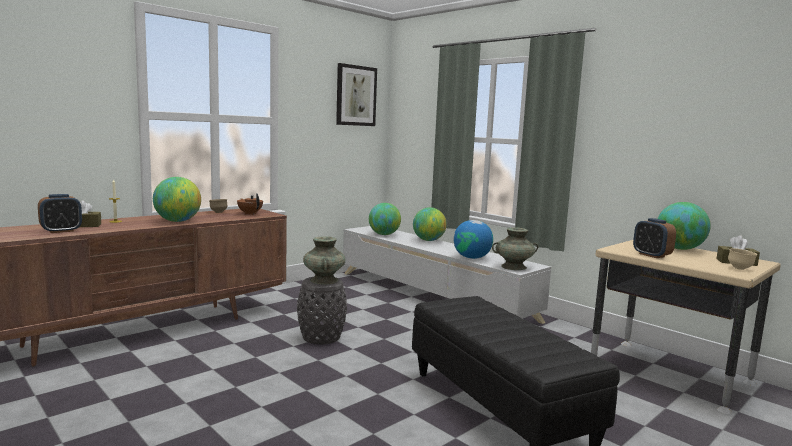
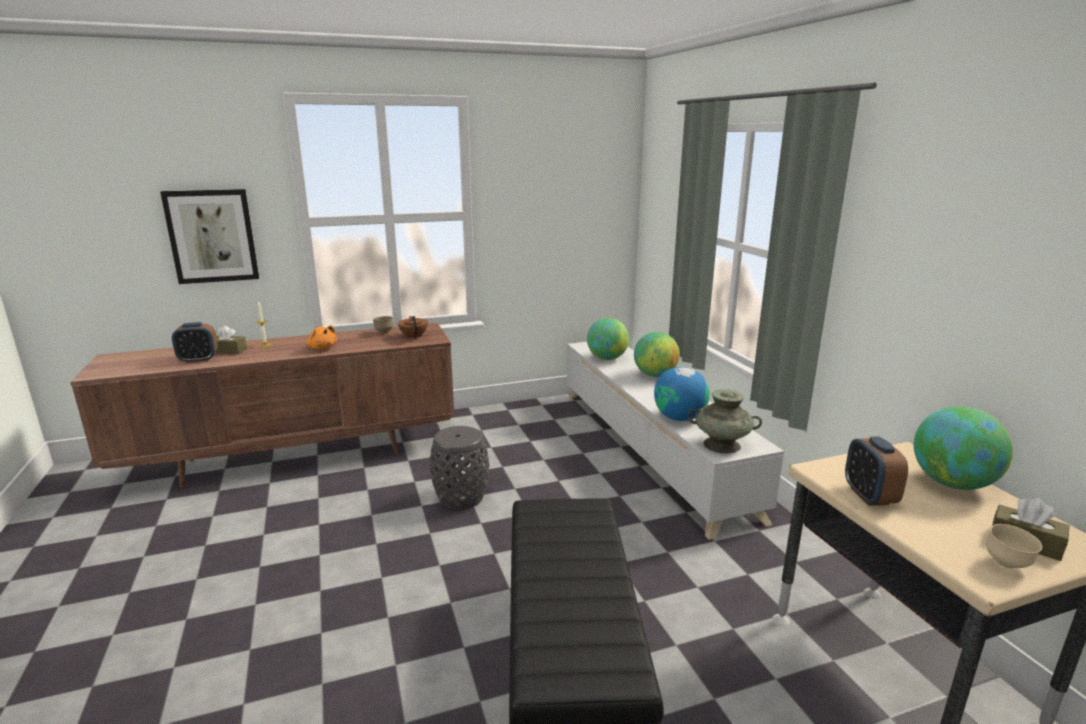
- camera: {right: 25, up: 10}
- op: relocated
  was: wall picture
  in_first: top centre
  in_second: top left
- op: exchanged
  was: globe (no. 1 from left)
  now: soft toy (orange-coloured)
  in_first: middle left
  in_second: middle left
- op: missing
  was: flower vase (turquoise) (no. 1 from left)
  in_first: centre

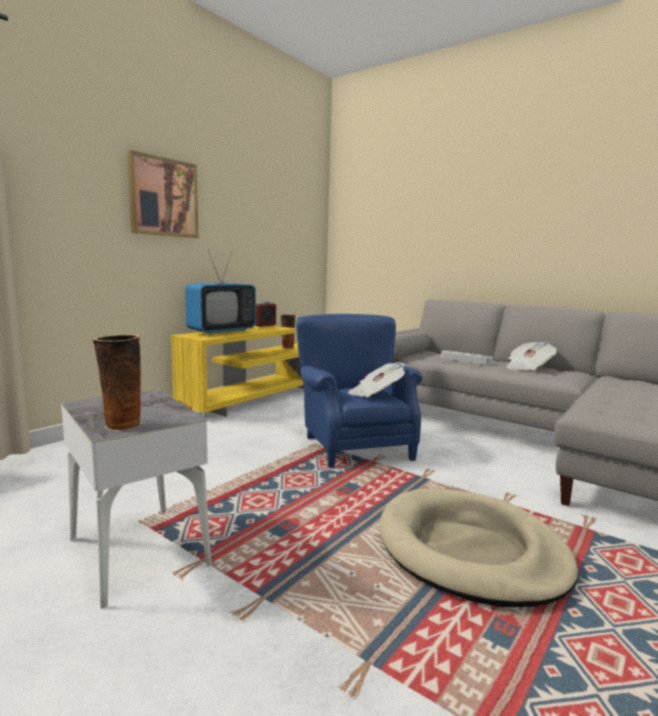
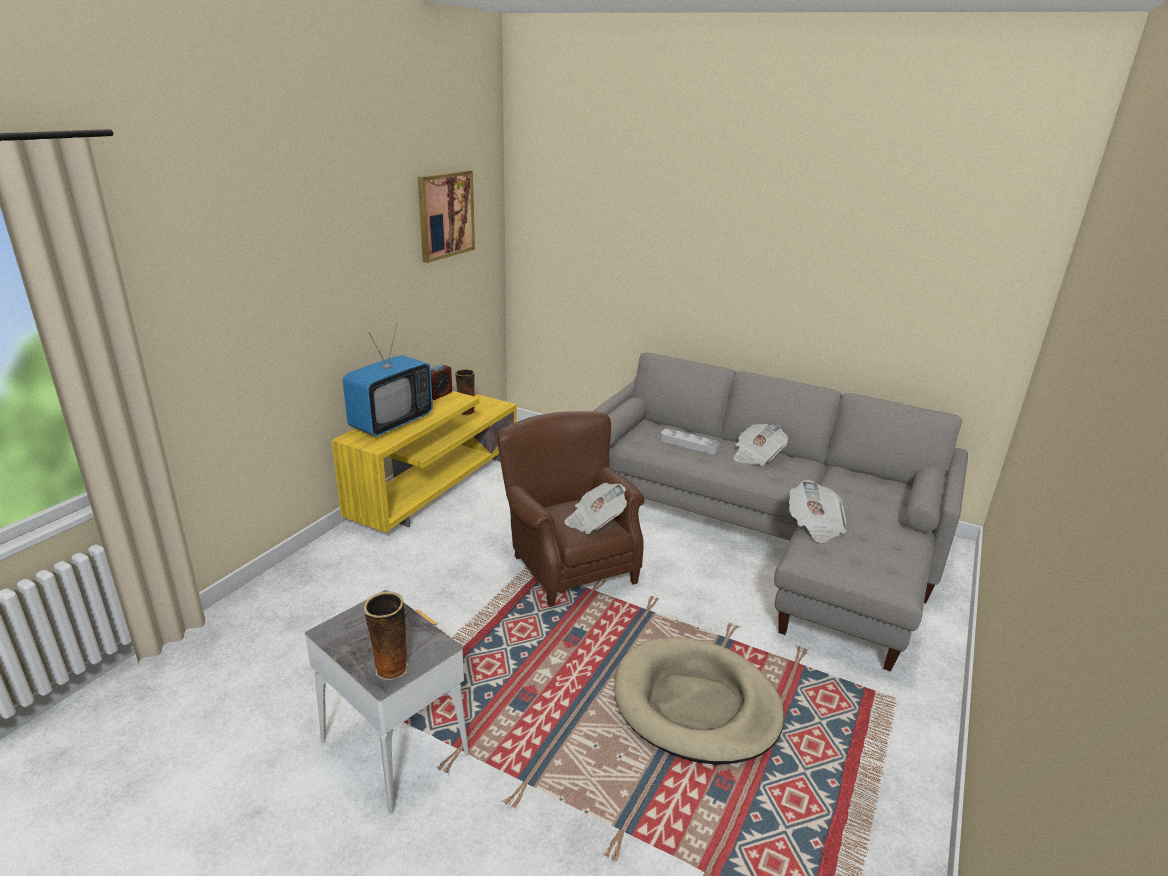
- camera: {right: -10, up: 15}
- op: relocated
  was: wall picture
  in_first: top left
  in_second: top centre
- op: colour
  was: lounge chair (blue)
  now: lounge chair (brown-coloured)
  in_first: centre
  in_second: centre
- op: appeared
  now: printed paper (no. 3 from left)
  in_second: middle right

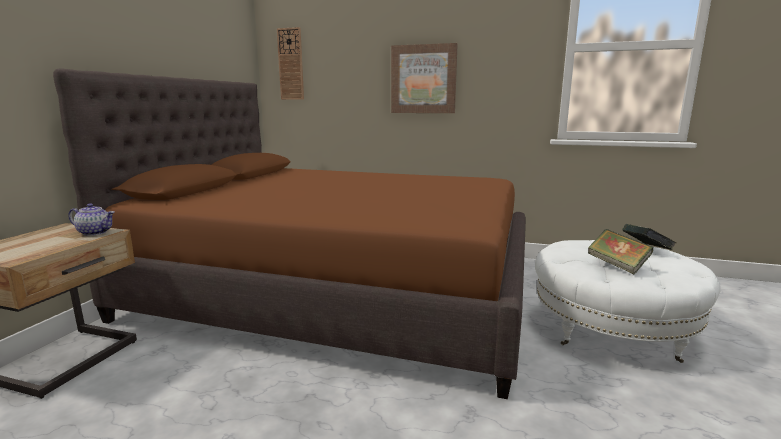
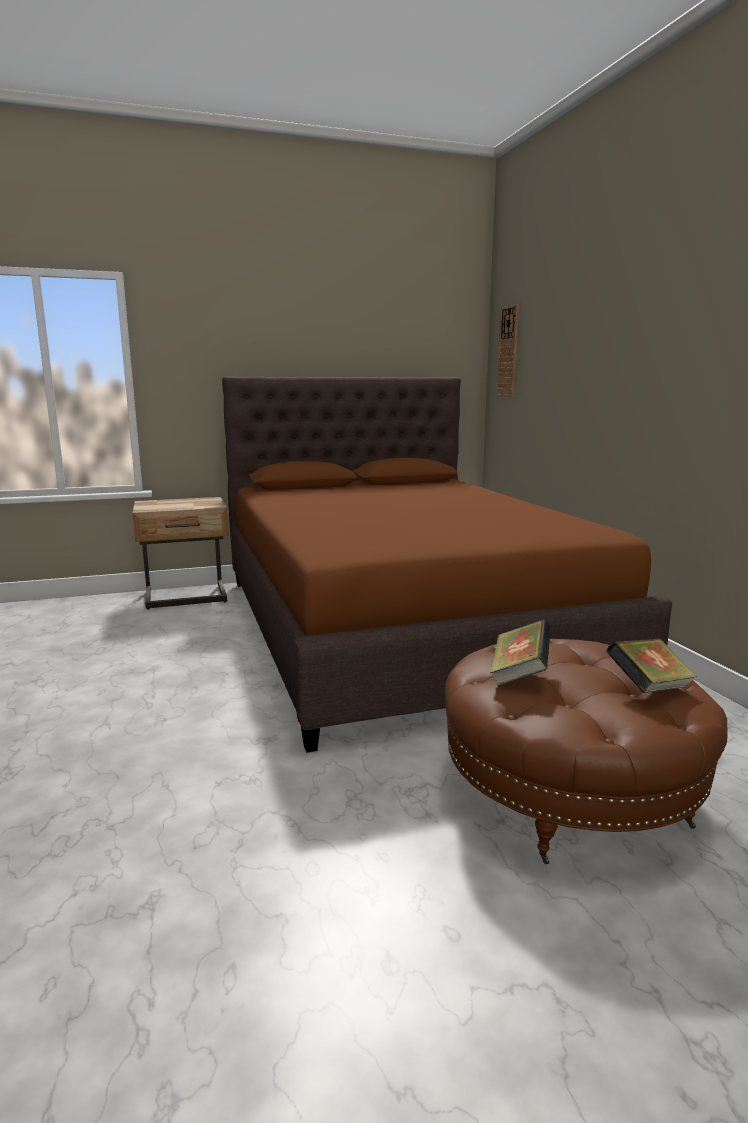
- camera: {right: 55, up: 0}
- op: colour
  was: footrest (whitish)
  now: footrest (brown-coloured)
  in_first: bottom right
  in_second: bottom right
- op: missing
  was: tea pot
  in_first: middle left
- op: missing
  was: wall picture
  in_first: top centre

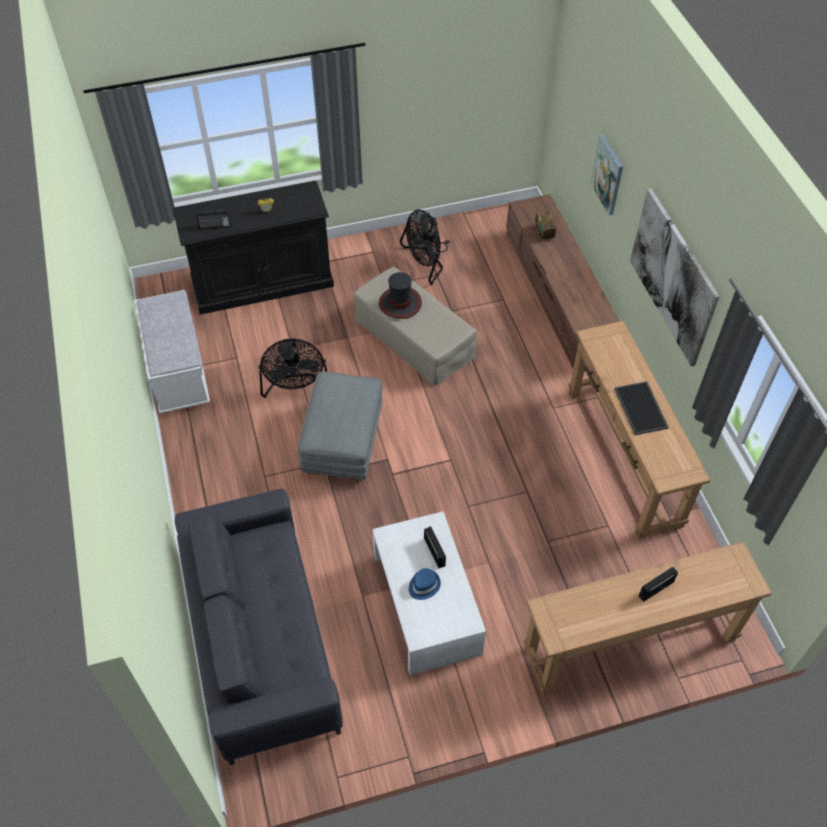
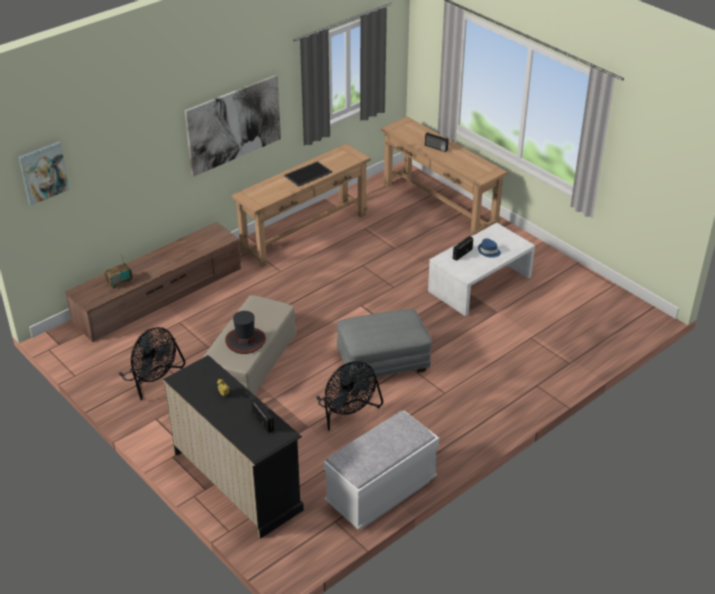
- camera: {right: -115, up: -15}
- op: relocated
  was: wall picture (no. 1 from left)
  in_first: top right
  in_second: top left
- op: spun
  was: fan (blackish) (no. 1 from left in the first image)
  in_first: centre
  in_second: bottom centre
  clockwise: 90
- op: missing
  was: couch (gray)
  in_first: bottom left

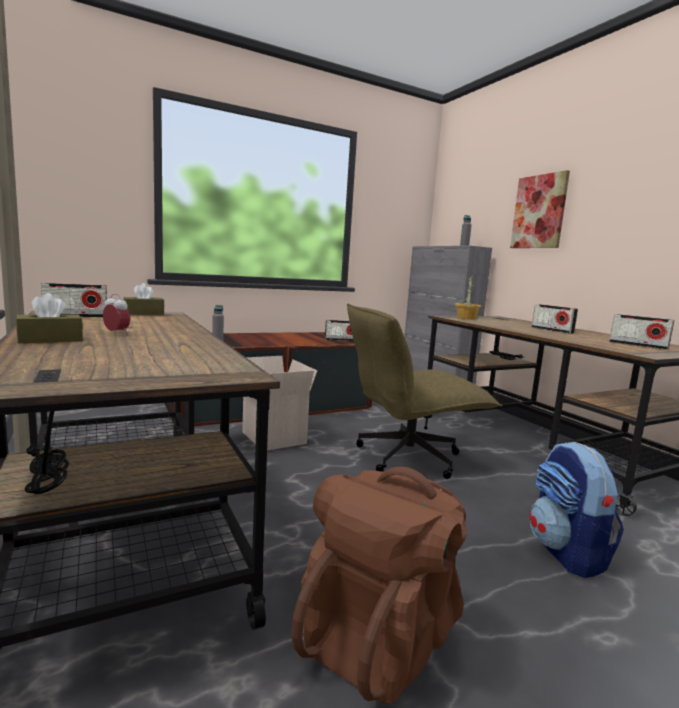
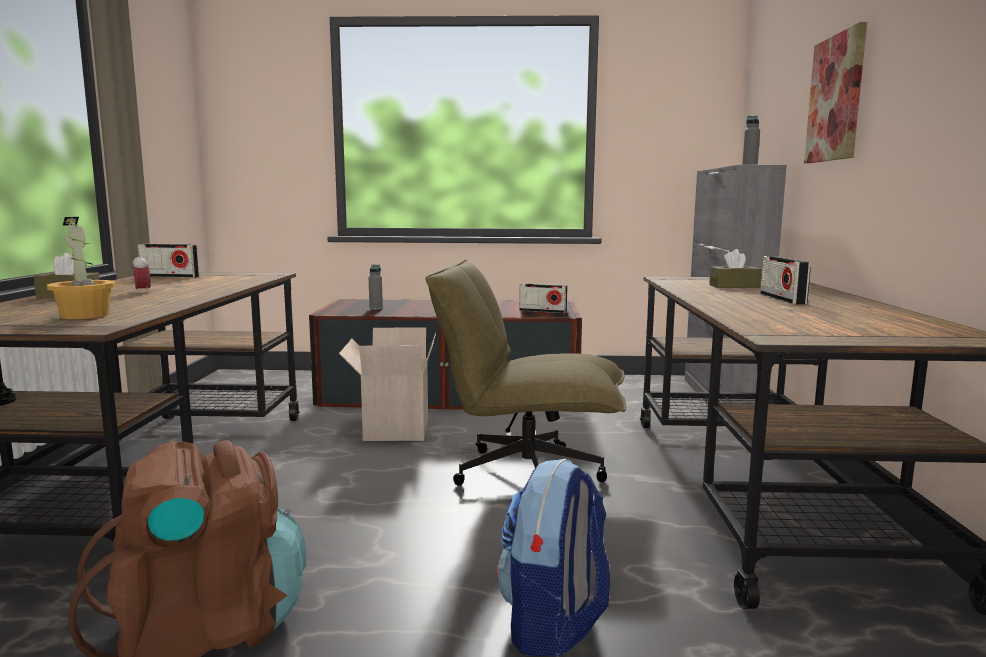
- camera: {right: 30, up: 0}
- op: relocated
  was: houseplant
  in_first: middle right
  in_second: middle left
- op: relocated
  was: box of tissues (brown-coloured) (no. 2 from left)
  in_first: middle left
  in_second: middle right
- op: missing
  was: radio set (no. 4 from left)
  in_first: middle right

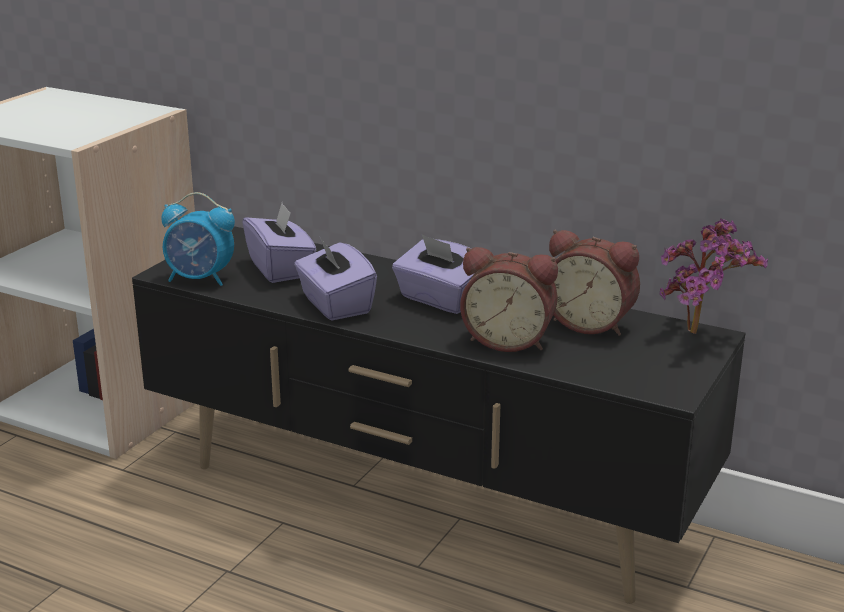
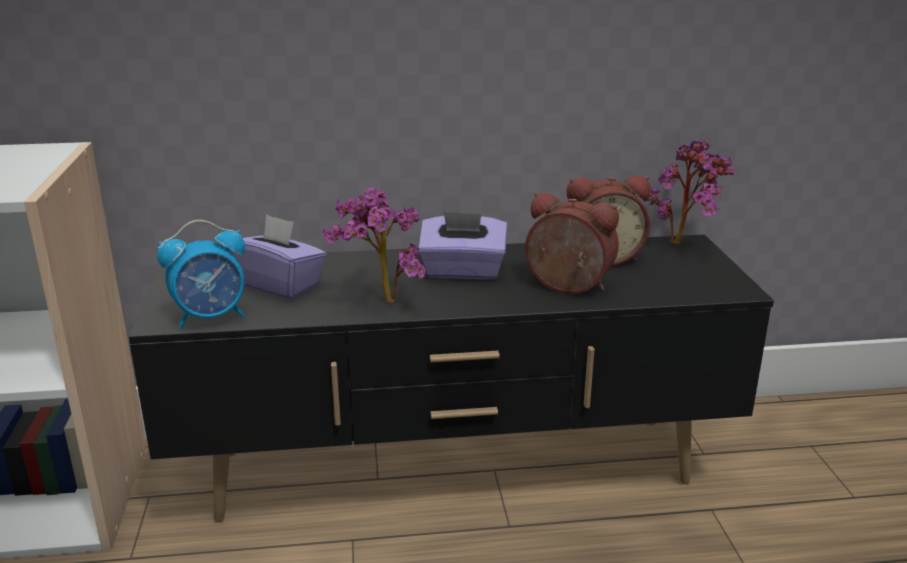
- camera: {right: -35, up: 0}
- op: exchanged
  was: box of tissues (purple-coloured) (no. 2 from left)
  now: houseplant (no. 1 from left)
  in_first: centre
  in_second: centre
- op: spun
  was: alarm clock (no. 2 from left)
  in_first: centre
  in_second: centre
  clockwise: -135

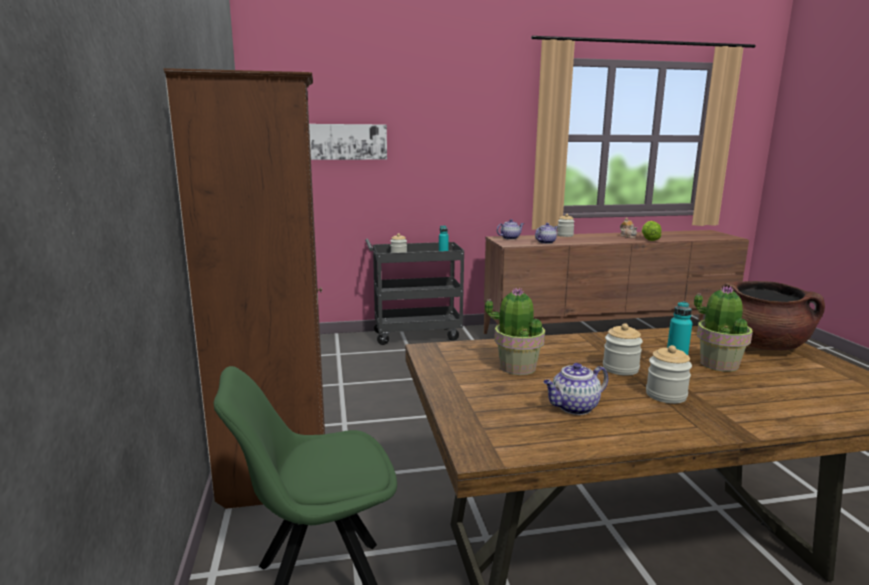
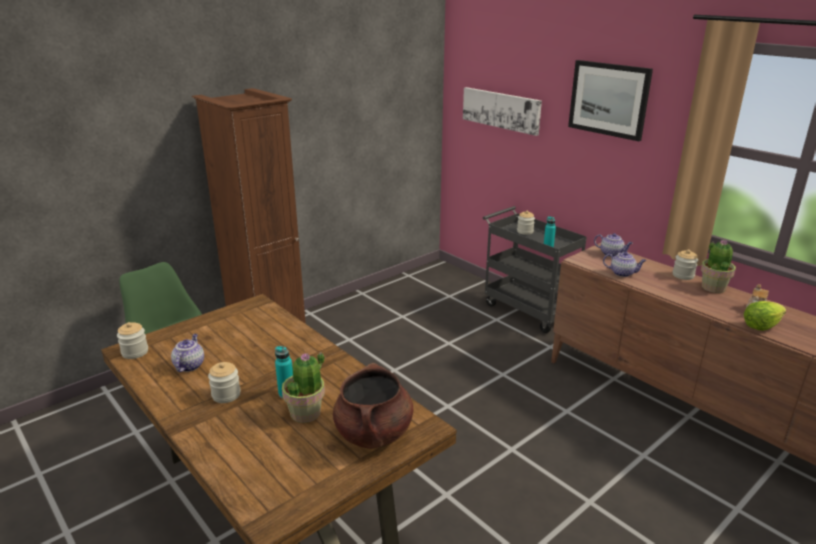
- camera: {right: 60, up: 10}
- op: relocated
  was: jar (no. 3 from left in the first image)
  now: jar (no. 1 from left)
  in_first: middle right
  in_second: middle left
- op: spun
  was: tea pot (no. 3 from left in the first image)
  in_first: centre
  in_second: middle left
  clockwise: 60
- op: appeared
  now: wall picture (no. 2 from left)
  in_second: top right
- op: relocated
  was: houseplant (no. 1 from left in the first image)
  now: houseplant (no. 2 from left)
  in_first: centre
  in_second: middle right

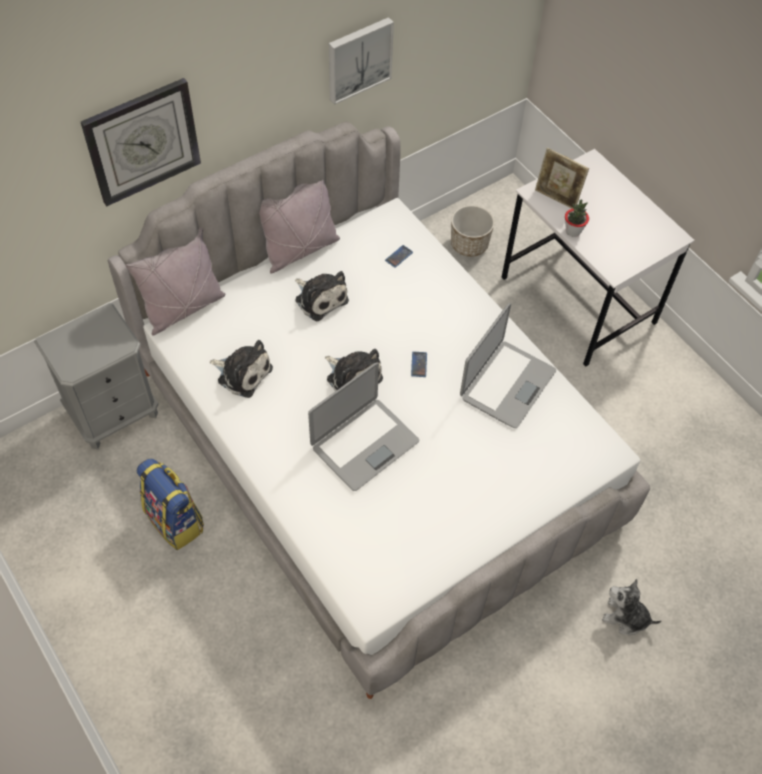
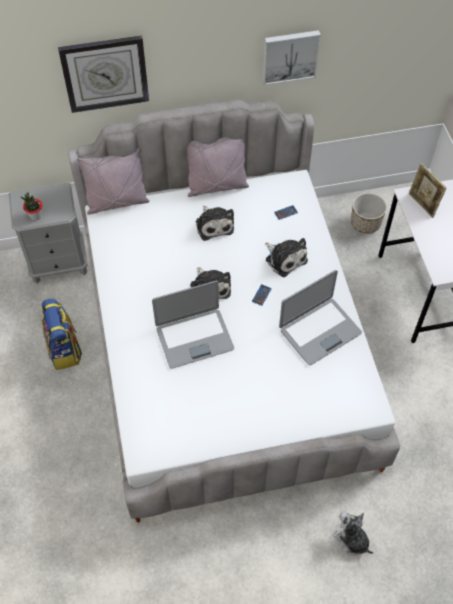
- camera: {right: 25, up: 0}
- op: relocated
  was: houseplant
  in_first: top right
  in_second: middle left
- op: relocated
  was: soft toy (no. 1 from left in the first image)
  now: soft toy (no. 3 from left)
  in_first: middle left
  in_second: centre

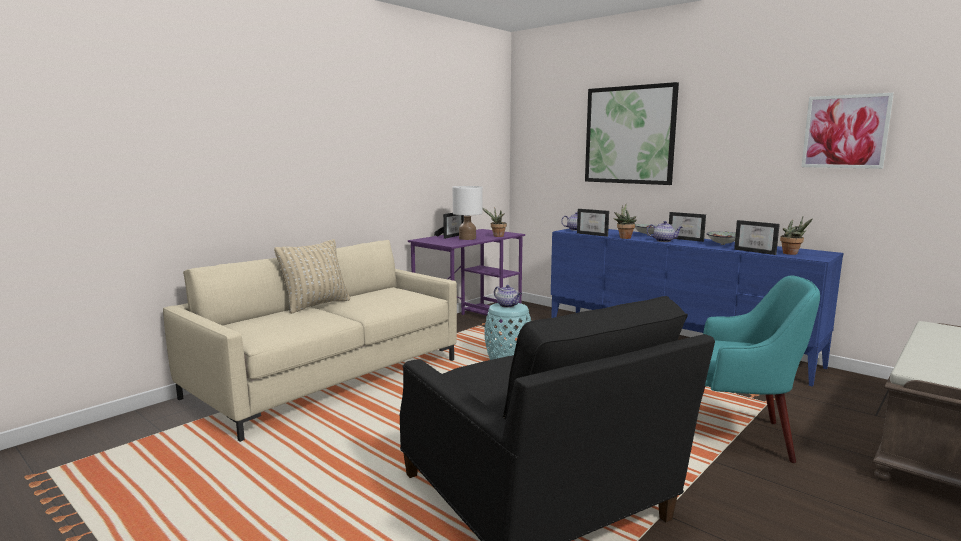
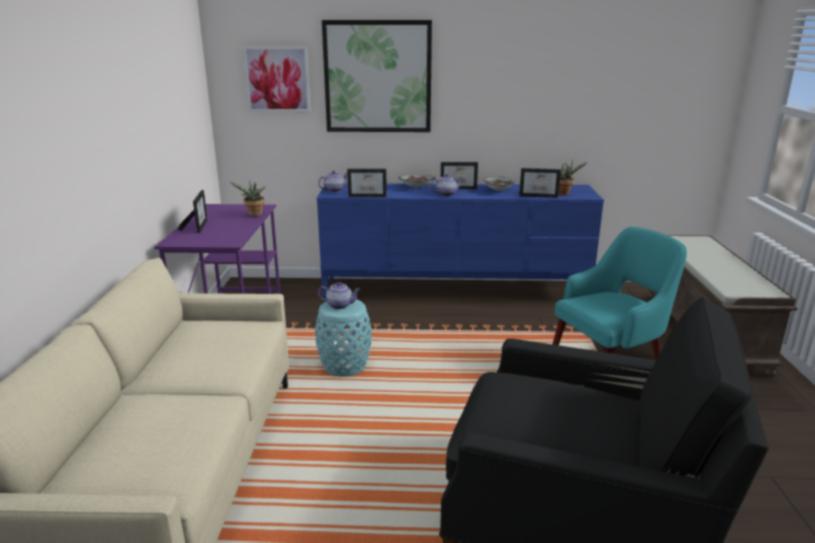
- camera: {right: -40, up: 10}
- op: relocated
  was: wall picture (no. 2 from left in the first image)
  now: wall picture (no. 1 from left)
  in_first: top right
  in_second: top centre
- op: missing
  was: pillow (beige)
  in_first: middle left
- op: missing
  was: tabletop lamp (whitish)
  in_first: centre
- op: missing
  was: houseplant (no. 2 from left)
  in_first: centre

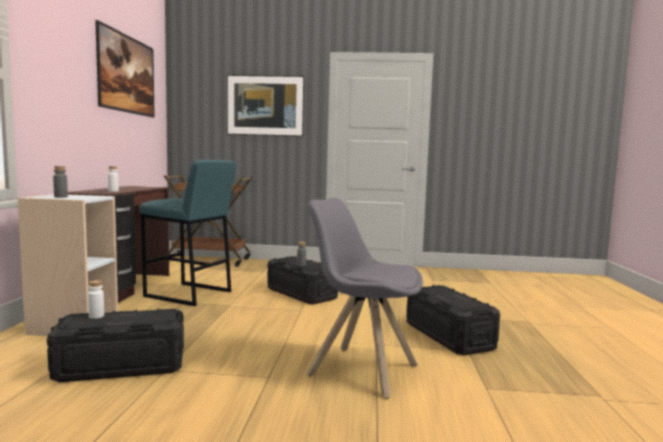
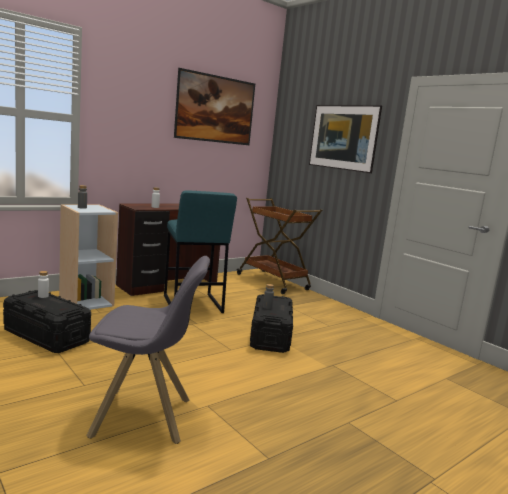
- camera: {right: 45, up: 5}
- op: spun
  was: plain chair (gray)
  in_first: bottom centre
  in_second: bottom left
  clockwise: 105
- op: missing
  was: storage box (blackish) (no. 3 from left)
  in_first: bottom right

